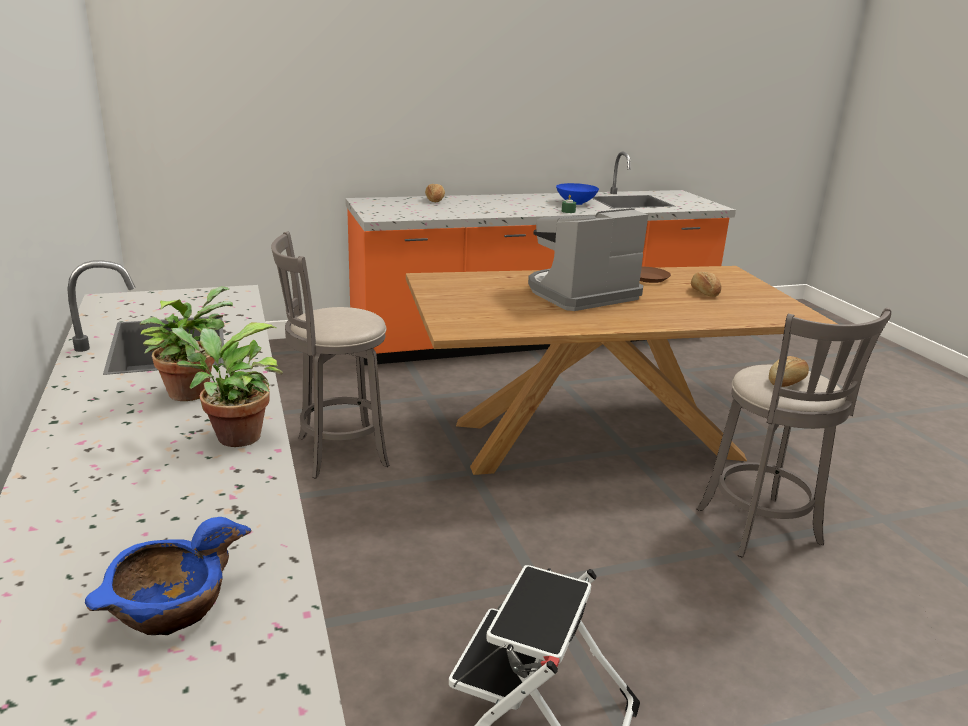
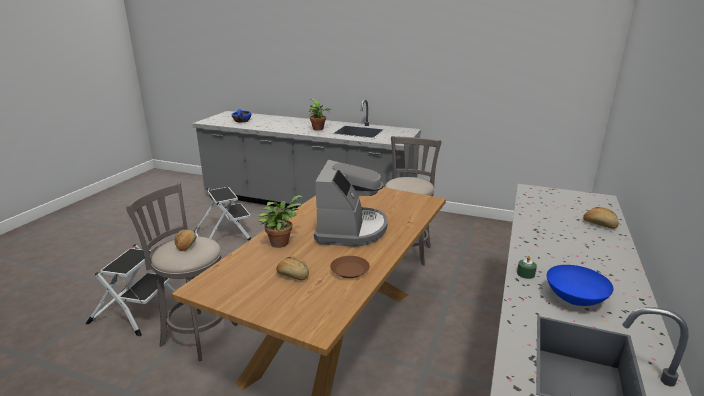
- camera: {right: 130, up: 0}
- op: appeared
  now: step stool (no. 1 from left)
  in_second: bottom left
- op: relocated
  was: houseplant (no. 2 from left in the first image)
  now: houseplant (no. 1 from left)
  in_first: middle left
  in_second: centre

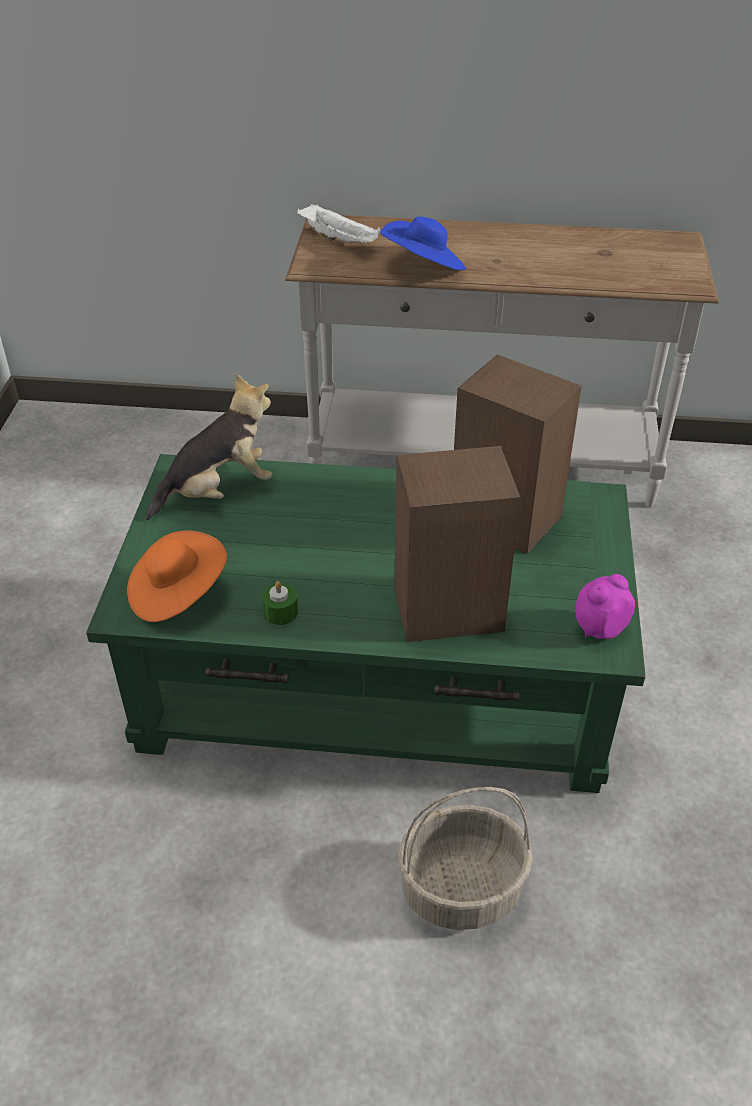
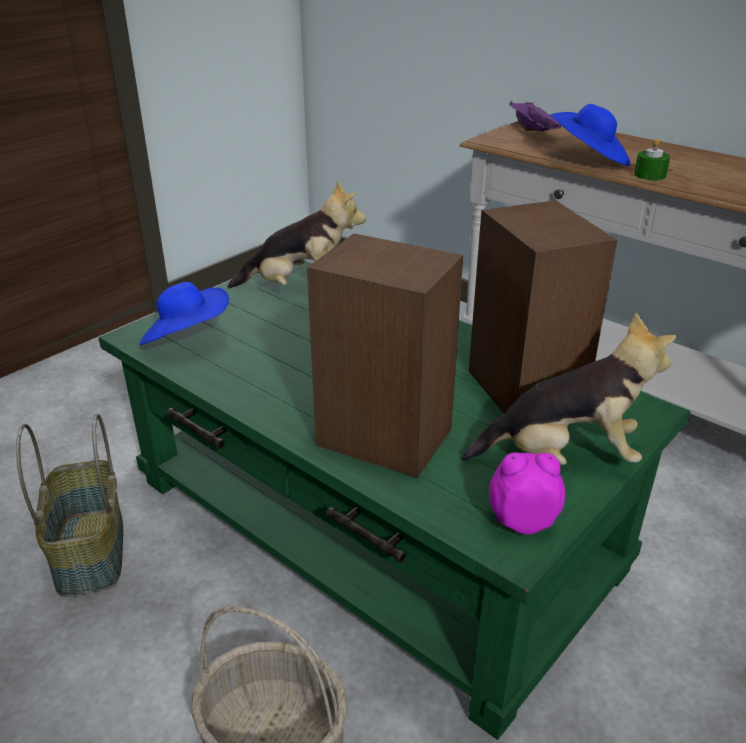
- camera: {right: 35, up: -10}
- op: appeared
  now: household basket (no. 1 from left)
  in_second: bottom left
- op: colour
  was: hat (orange-coloured)
  now: hat (blue) (no. 1 from left)
  in_first: middle left
  in_second: middle left
- op: appeared
  now: soft toy (no. 2 from left)
  in_second: middle right
- op: colour
  was: serving tray (whitish)
  now: serving tray (purple-coloured)
  in_first: top centre
  in_second: top right
- op: relocated
  was: candle (green-coloured)
  in_first: centre
  in_second: top right

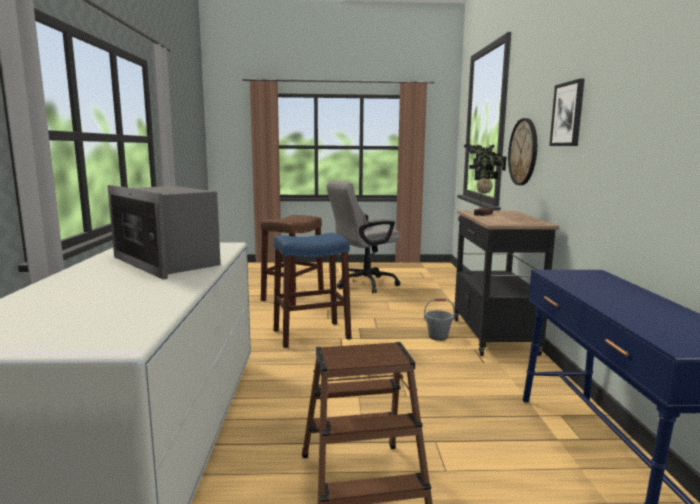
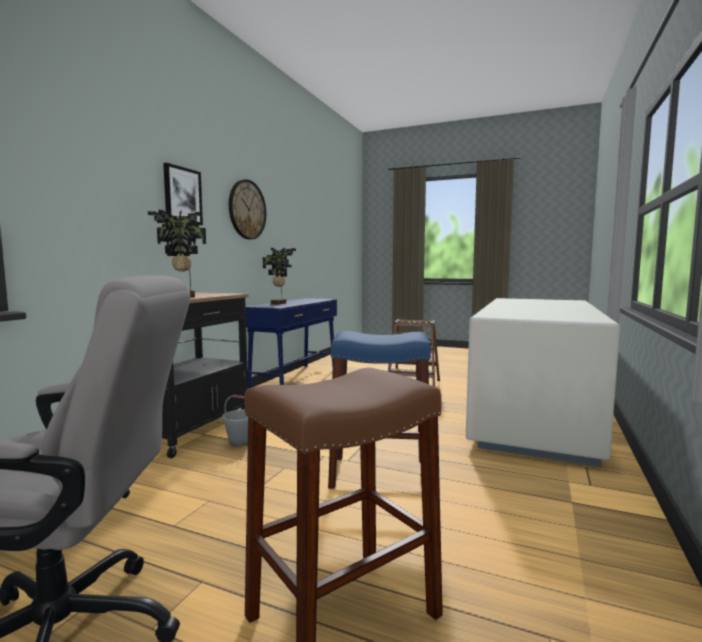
- camera: {right: -155, up: -5}
- op: relocated
  was: clock on the wall
  in_first: top right
  in_second: top centre
- op: appeared
  now: houseplant (no. 2 from left)
  in_second: centre
- op: missing
  was: microwave oven
  in_first: middle left

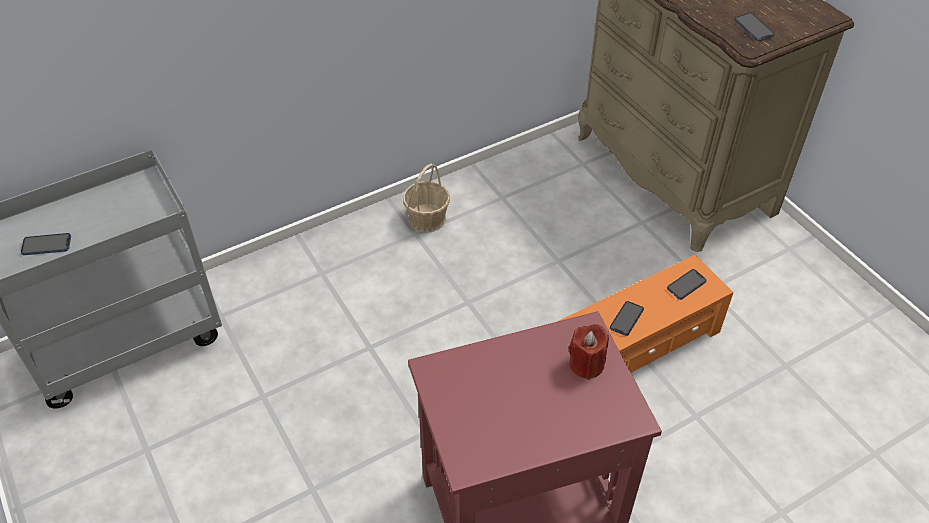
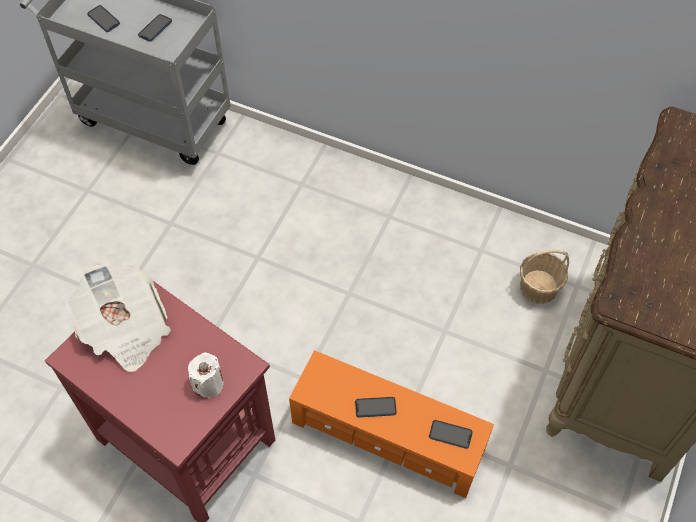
- camera: {right: 55, up: 10}
- op: appeared
  now: printed paper
  in_second: middle left
- op: relocated
  was: handset (no. 4 from left in the first image)
  now: handset (no. 2 from left)
  in_first: top right
  in_second: top left
- op: colour
  was: candle (red-coloured)
  now: candle (whitish)
  in_first: bottom centre
  in_second: bottom left
- op: relocated
  was: household basket
  in_first: centre
  in_second: middle right

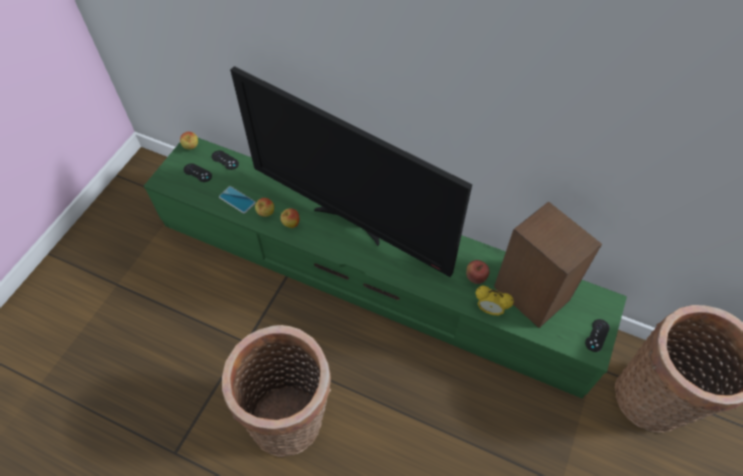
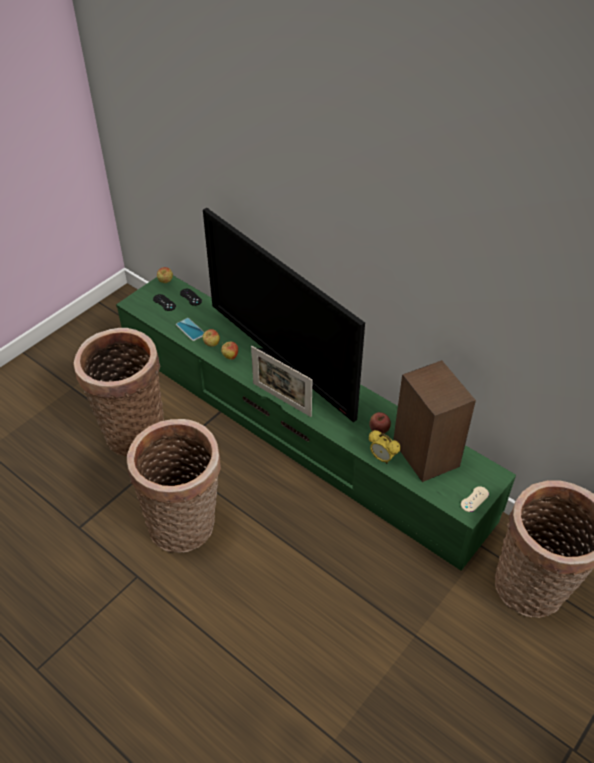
- camera: {right: 15, up: -10}
- op: appeared
  now: household basket (no. 1 from left)
  in_second: middle left
- op: appeared
  now: photo frame
  in_second: centre
- op: colour
  was: joypad (blackish) (no. 3 from left)
  now: joypad (beige)
  in_first: bottom right
  in_second: middle right

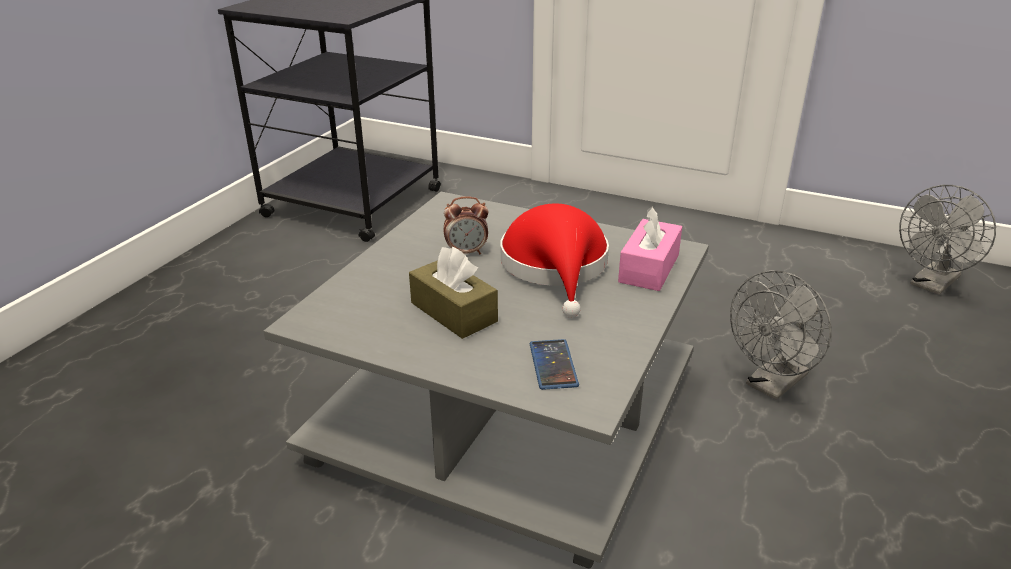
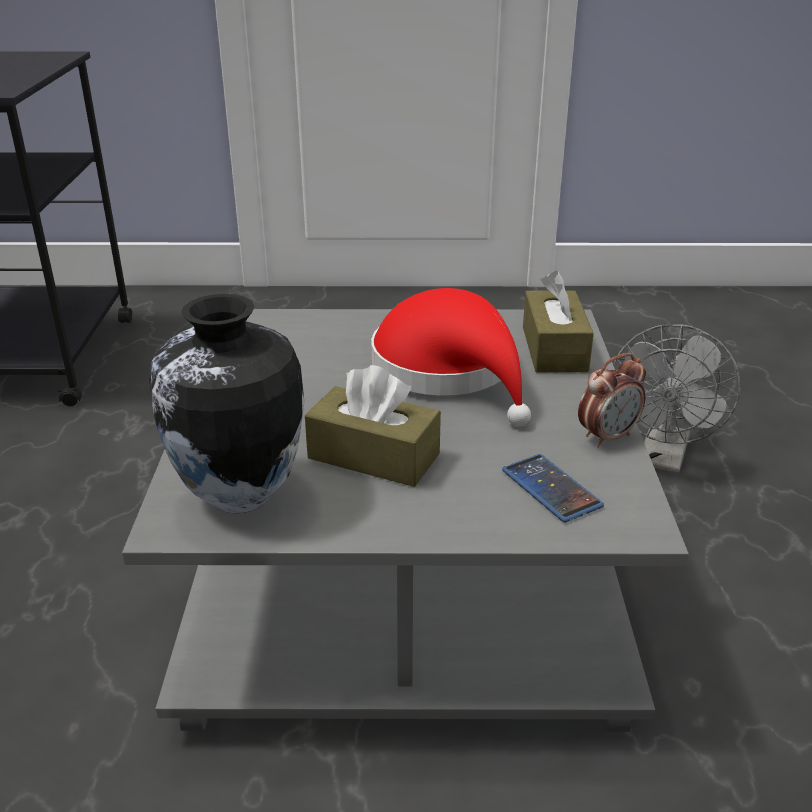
- camera: {right: -25, up: 0}
- op: appeared
  now: flower vase
  in_second: middle left
- op: colour
  was: box of tissues (pink-coloured)
  now: box of tissues (brown-coloured) (no. 2 from left)
  in_first: centre
  in_second: middle right
- op: relocated
  was: alarm clock
  in_first: centre
  in_second: middle right
- op: missing
  was: fan (gray) (no. 2 from left)
  in_first: middle right

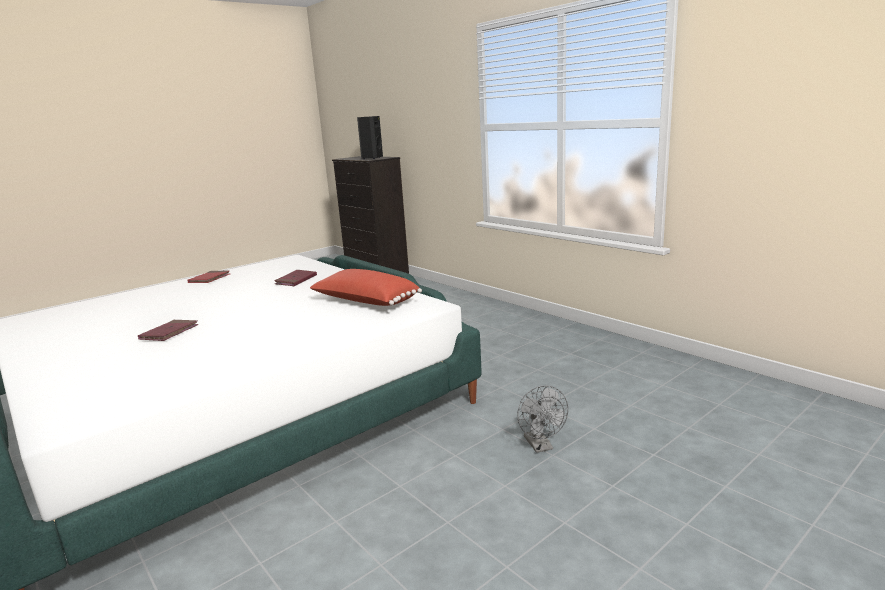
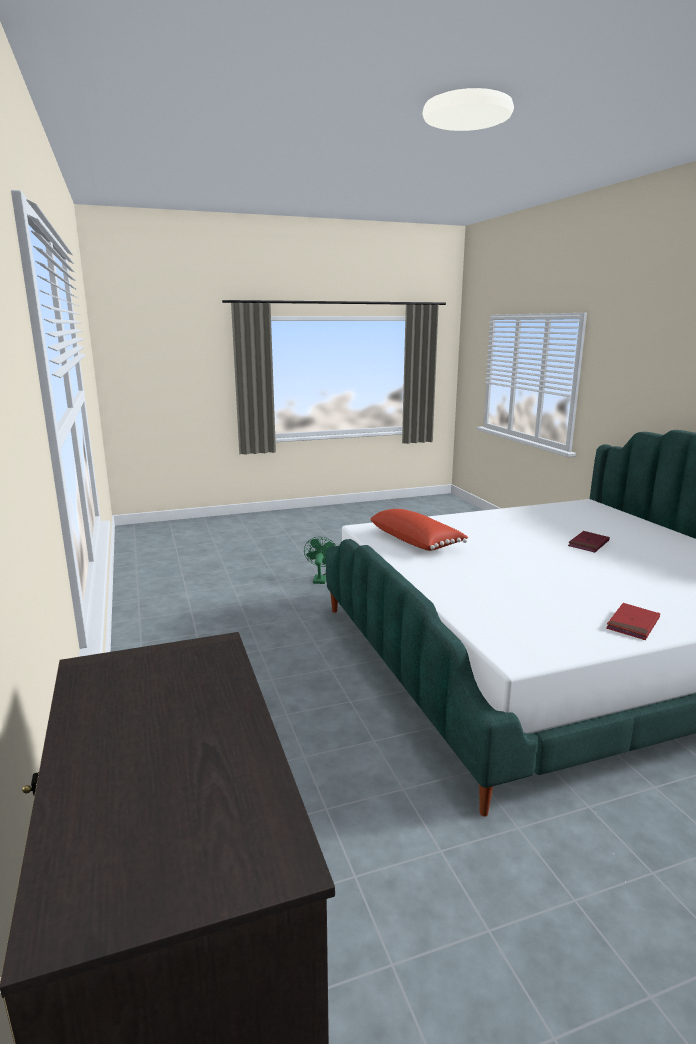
- camera: {right: -160, up: 0}
- op: colour
  was: fan (gray)
  now: fan (green-coloured)
  in_first: bottom centre
  in_second: centre
- op: missing
  was: bound book (red-coloured) (no. 3 from left)
  in_first: centre
- op: missing
  was: audio speaker (blackish)
  in_first: top centre

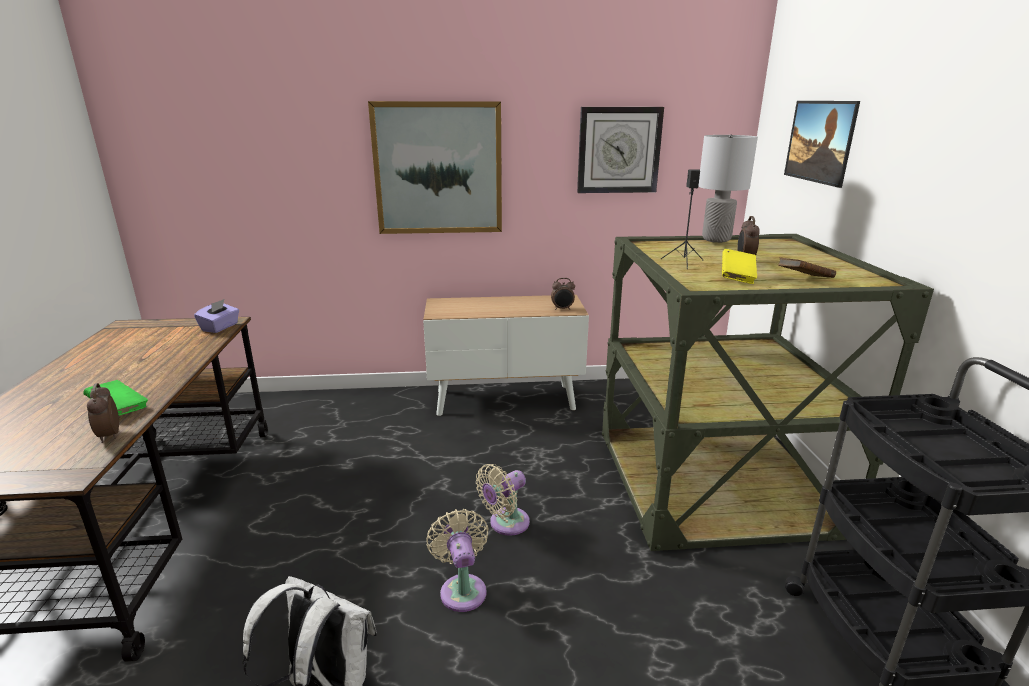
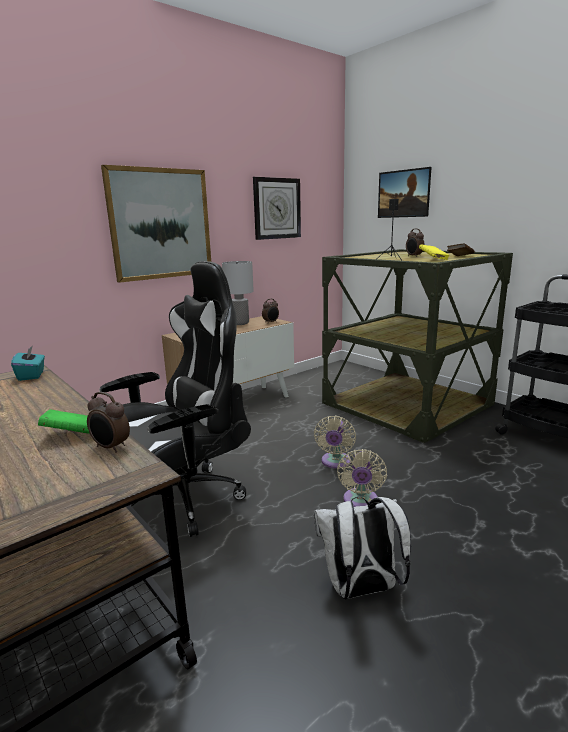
- camera: {right: -35, up: -5}
- op: colour
  was: box of tissues (purple-coloured)
  now: box of tissues (turquoise)
  in_first: middle left
  in_second: middle left
- op: appeared
  now: office chair (blackish)
  in_second: middle left
- op: relocated
  was: tabletop lamp (gray)
  in_first: top right
  in_second: centre
- op: spun
  was: fan (beige) (no. 1 from left in the first image)
  in_first: bottom centre
  in_second: centre
  clockwise: -120

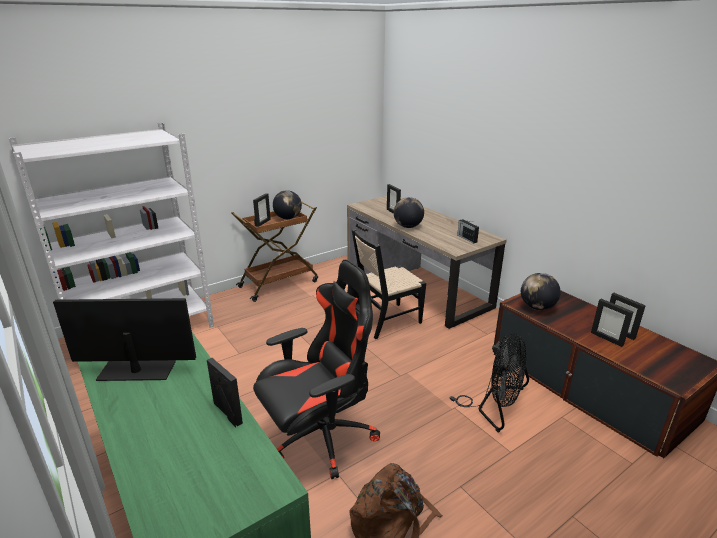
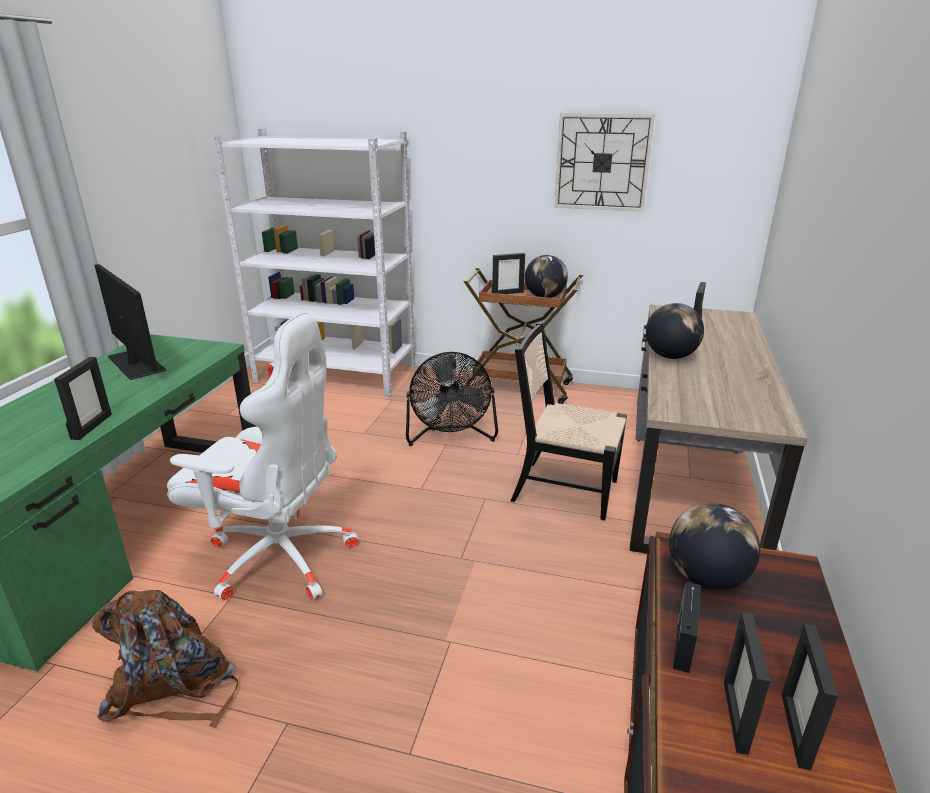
- camera: {right: 50, up: 0}
- op: colour
  was: office chair (blackish)
  now: office chair (whitish)
  in_first: bottom centre
  in_second: middle left
- op: relocated
  was: fan (blackish)
  in_first: bottom right
  in_second: centre
- op: appeared
  now: clock on the wall
  in_second: top centre
- op: relocated
  was: radio set
  in_first: centre
  in_second: bottom right

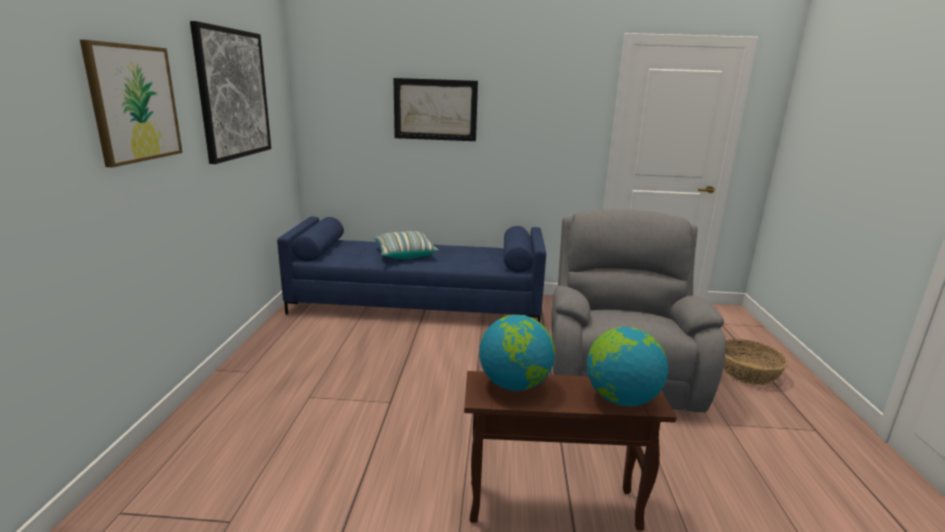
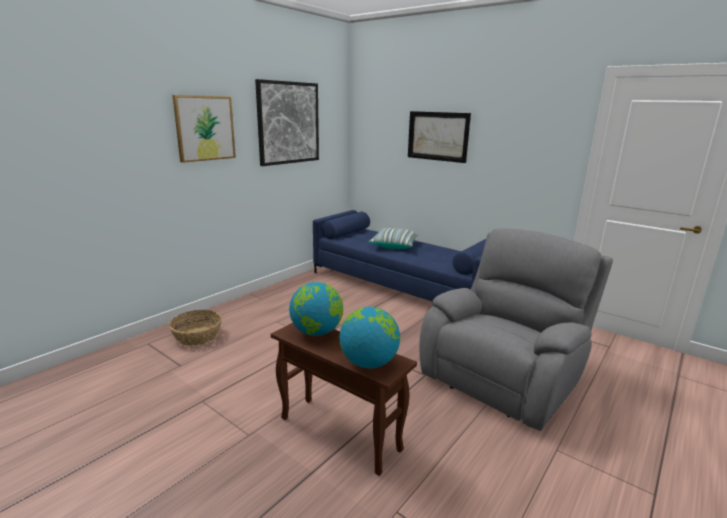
- camera: {right: 35, up: 0}
- op: relocated
  was: household basket
  in_first: bottom right
  in_second: middle left

